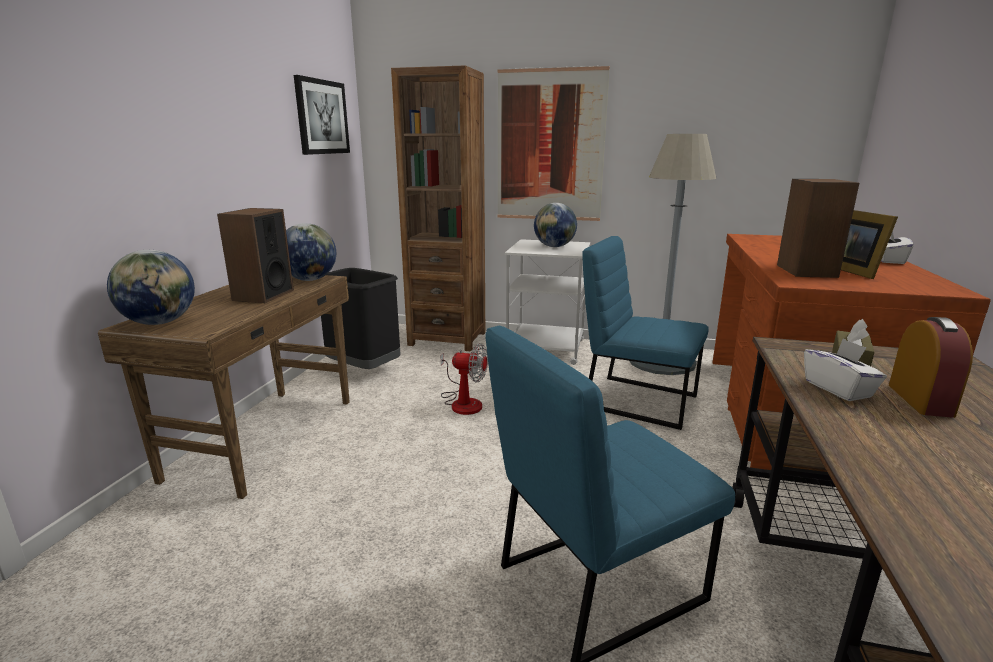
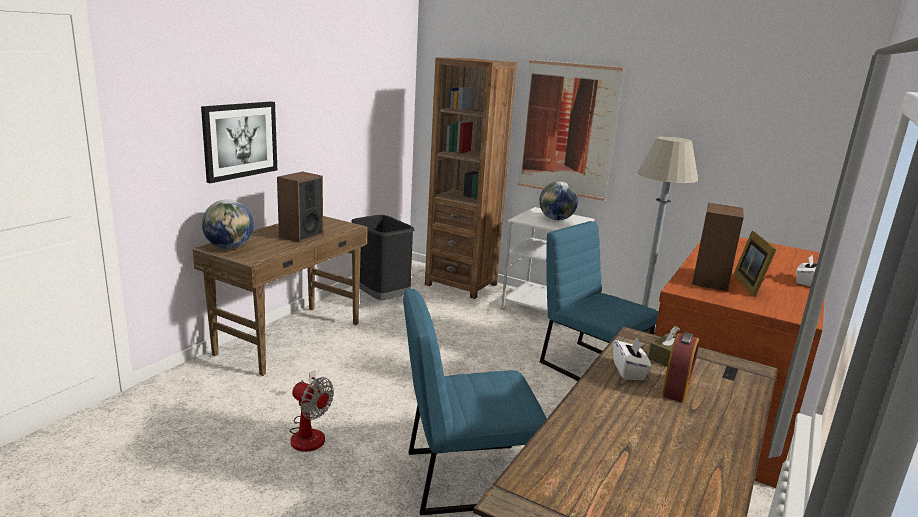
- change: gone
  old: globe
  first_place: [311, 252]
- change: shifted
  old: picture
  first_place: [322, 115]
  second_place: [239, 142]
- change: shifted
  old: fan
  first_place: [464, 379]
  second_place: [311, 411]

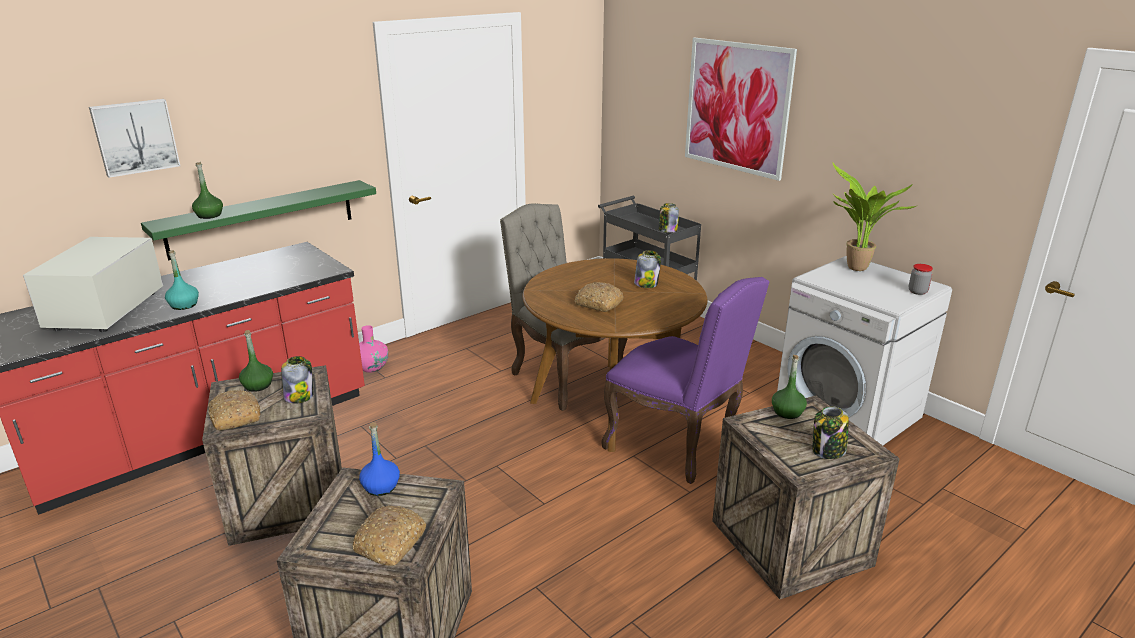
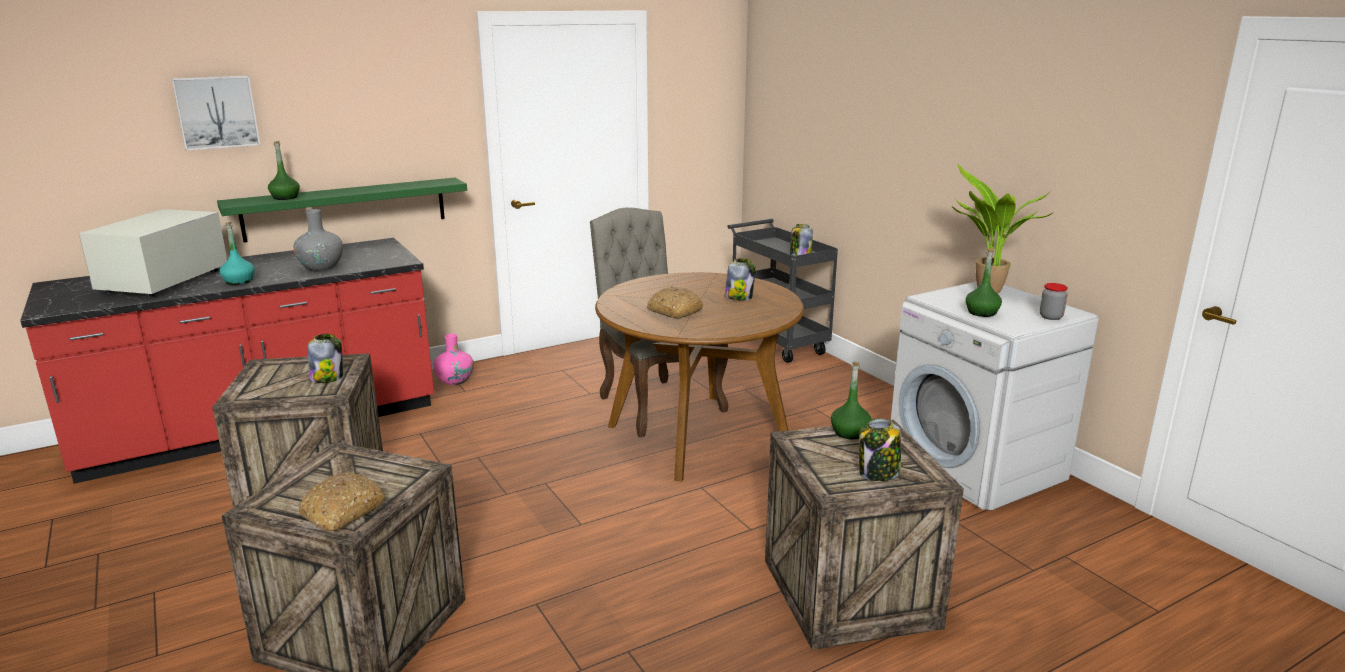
- change: gone
  old: bread
  first_place: [234, 410]
- change: shifted
  old: bottle in green
  first_place: [256, 361]
  second_place: [984, 283]
- change: gone
  old: bottle in blue
  first_place: [379, 459]
- change: gone
  old: chair in purple
  first_place: [685, 380]
- change: gone
  old: picture
  first_place: [741, 109]
- change: new
  new: vase in grey
  second_place: [318, 240]

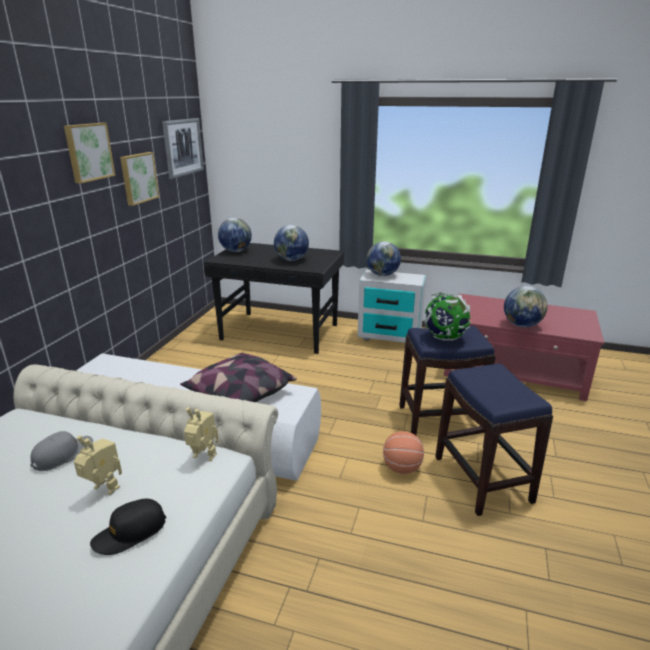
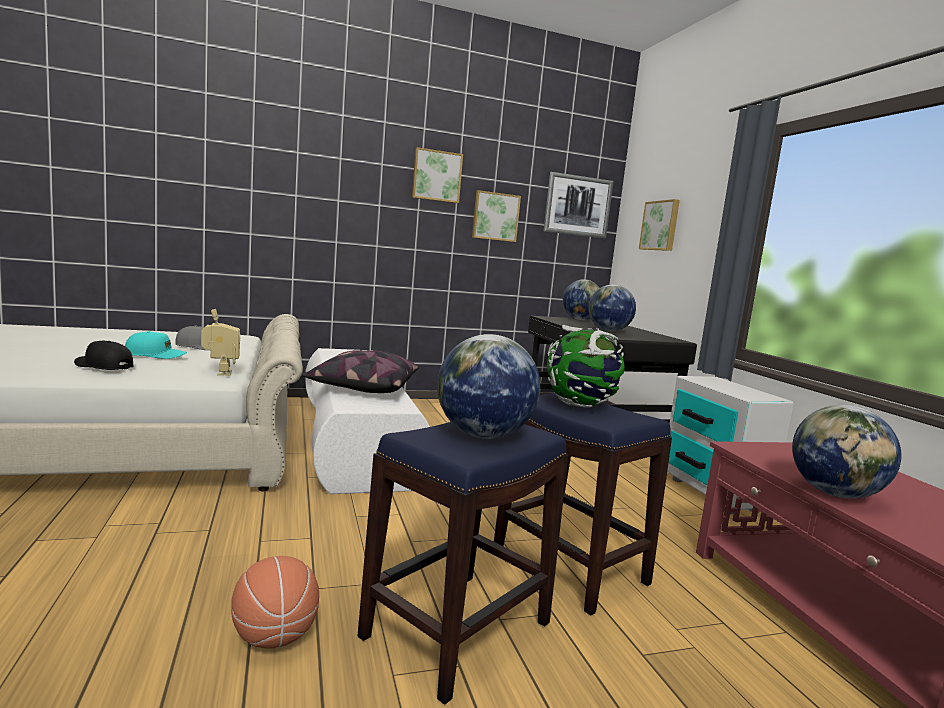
- change: swapped
  old: toy robot
  new: cap in turquoise
  first_place: [98, 465]
  second_place: [156, 345]
- change: shifted
  old: globe
  first_place: [384, 258]
  second_place: [488, 386]
- change: shifted
  old: basketball
  first_place: [403, 452]
  second_place: [275, 602]
- change: new
  new: picture
  second_place: [659, 225]

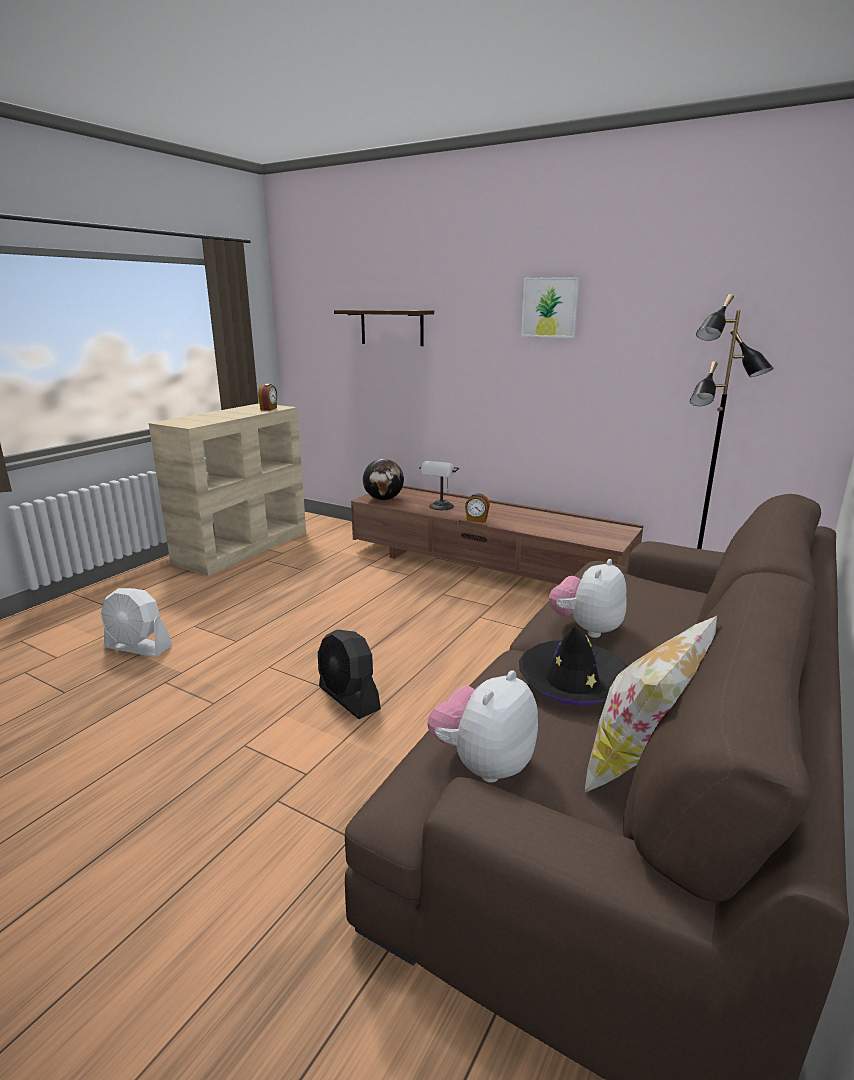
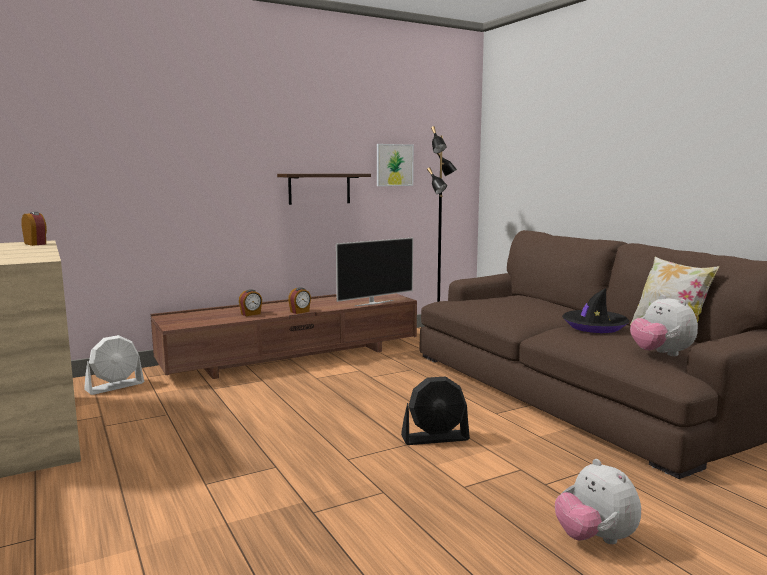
- change: shifted
  old: fan in white
  first_place: [136, 622]
  second_place: [114, 365]
- change: shifted
  old: shelf
  first_place: [384, 328]
  second_place: [324, 189]
- change: gone
  old: globe
  first_place: [383, 479]
- change: swapped
  old: table lamp
  new: alarm clock
  first_place: [439, 485]
  second_place: [250, 302]
- change: shifted
  old: picture
  first_place: [550, 307]
  second_place: [395, 165]
- change: shifted
  old: plush toy
  first_place: [588, 598]
  second_place: [598, 501]
- change: new
  new: television
  second_place: [374, 272]

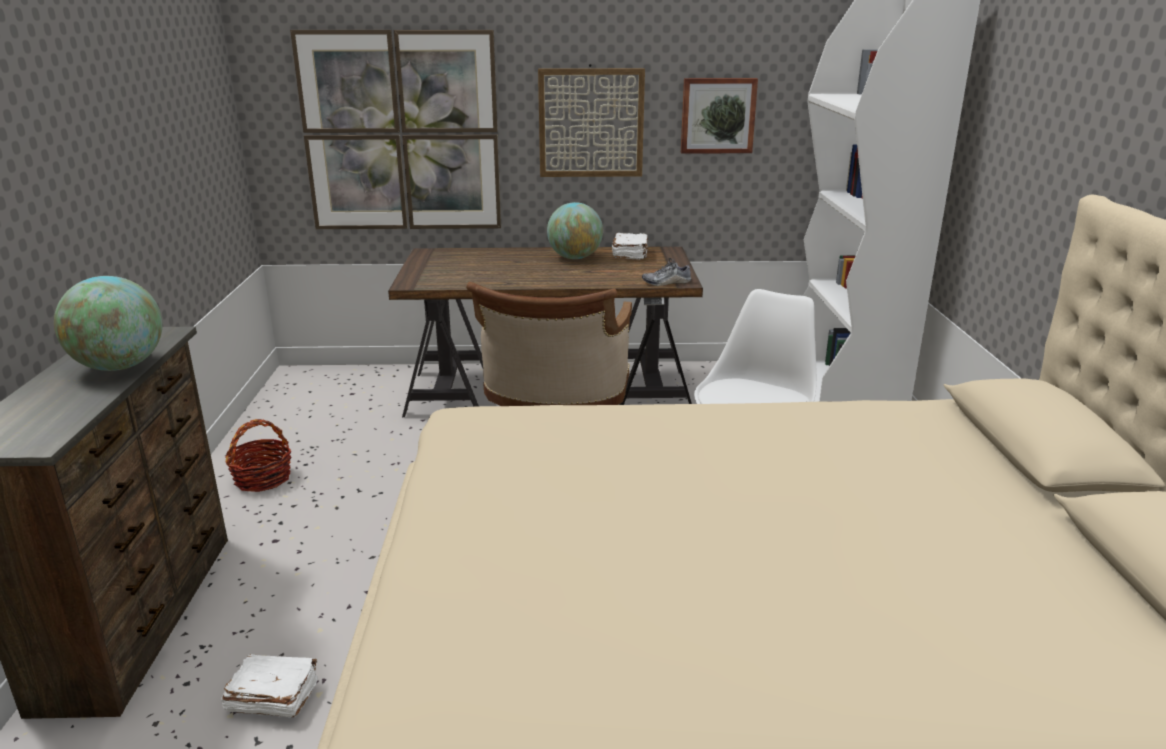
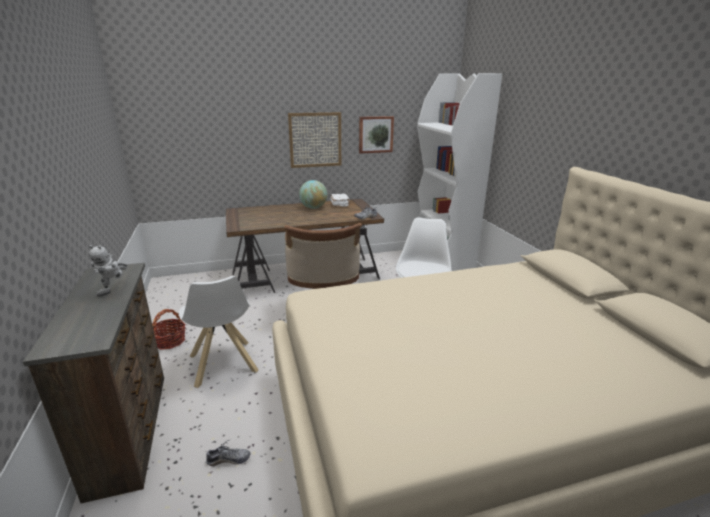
- change: swapped
  old: globe
  new: toy robot
  first_place: [108, 323]
  second_place: [108, 271]
- change: swapped
  old: book in white
  new: shoe
  first_place: [269, 685]
  second_place: [227, 452]
- change: gone
  old: picture
  first_place: [395, 129]
- change: new
  new: chair in white
  second_place: [219, 332]

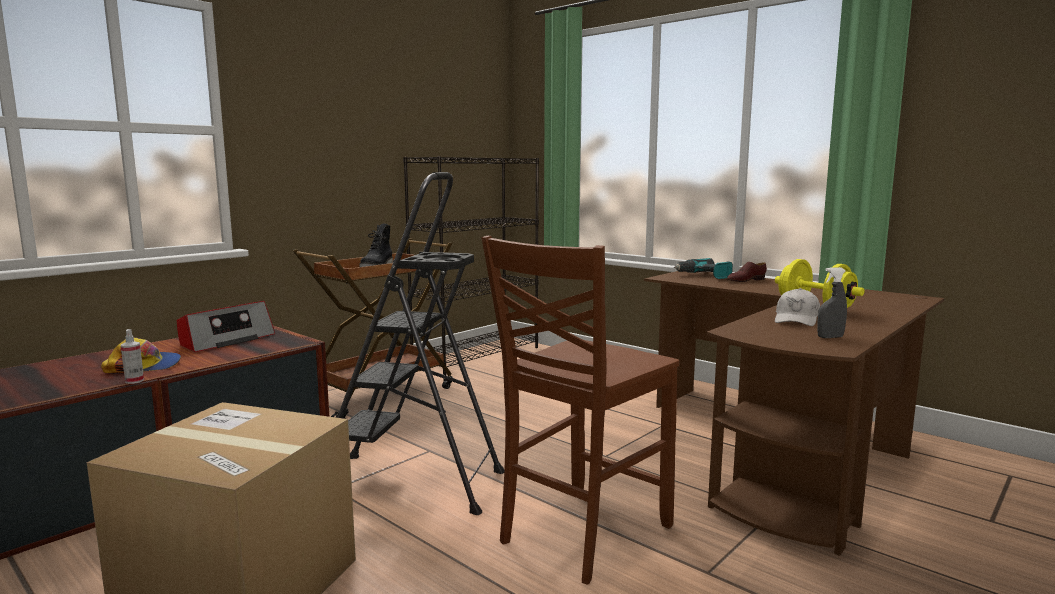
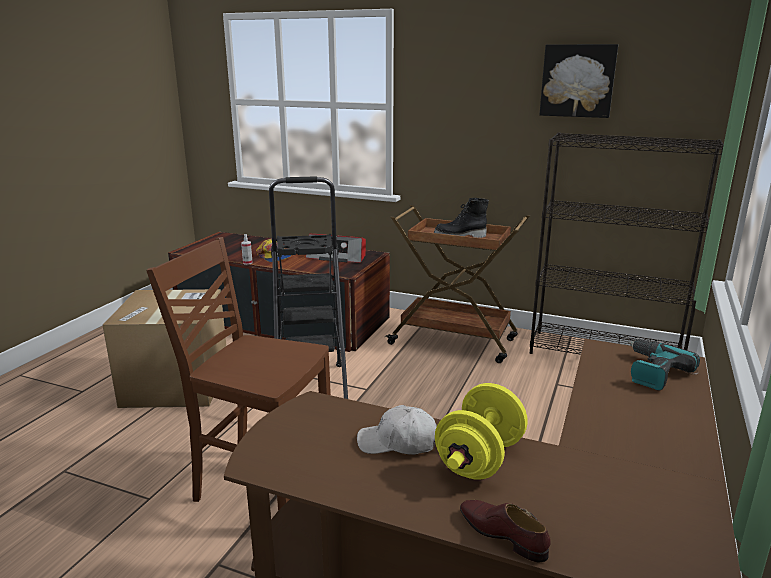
- change: shifted
  old: shoe in brown
  first_place: [747, 272]
  second_place: [505, 531]
- change: gone
  old: spray bottle in grey
  first_place: [832, 302]
- change: new
  new: picture
  second_place: [579, 81]

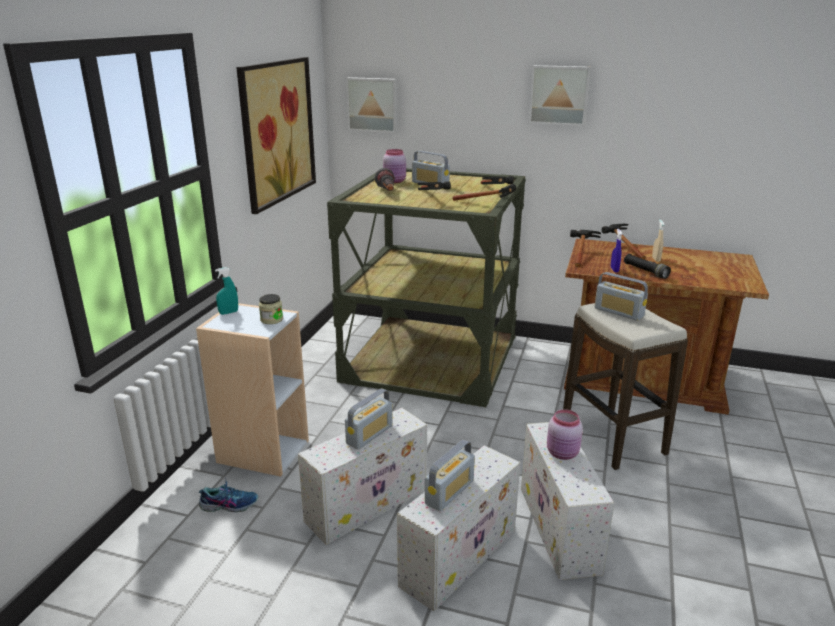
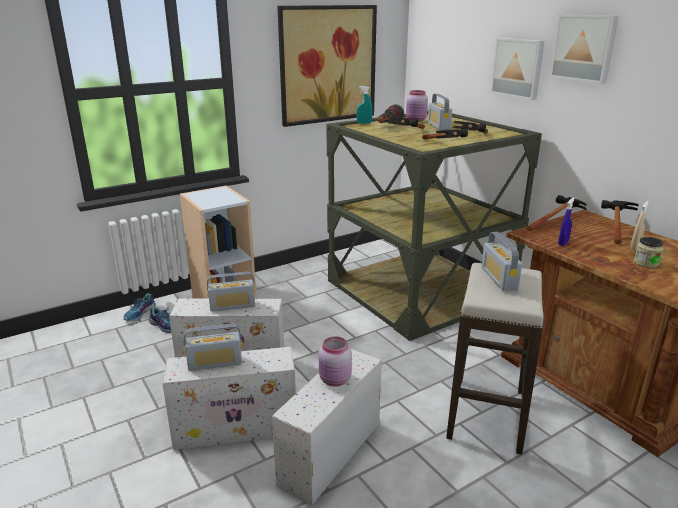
- change: shifted
  old: spray bottle in turquoise
  first_place: [226, 291]
  second_place: [364, 105]
- change: shifted
  old: jar
  first_place: [271, 309]
  second_place: [648, 252]
- change: shifted
  old: picture
  first_place: [372, 105]
  second_place: [517, 69]
- change: gone
  old: flashlight in black
  first_place: [647, 266]
- change: new
  new: shoe
  second_place: [139, 307]

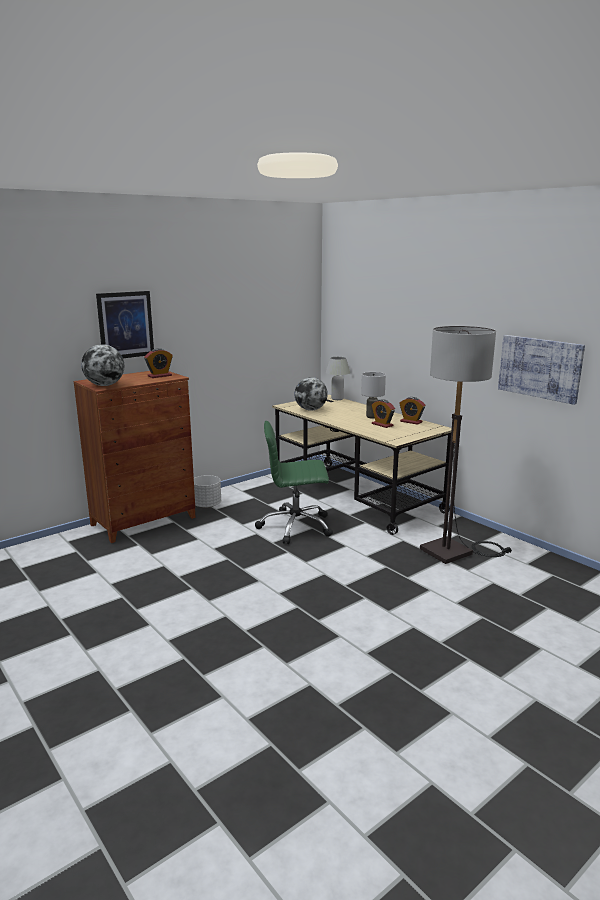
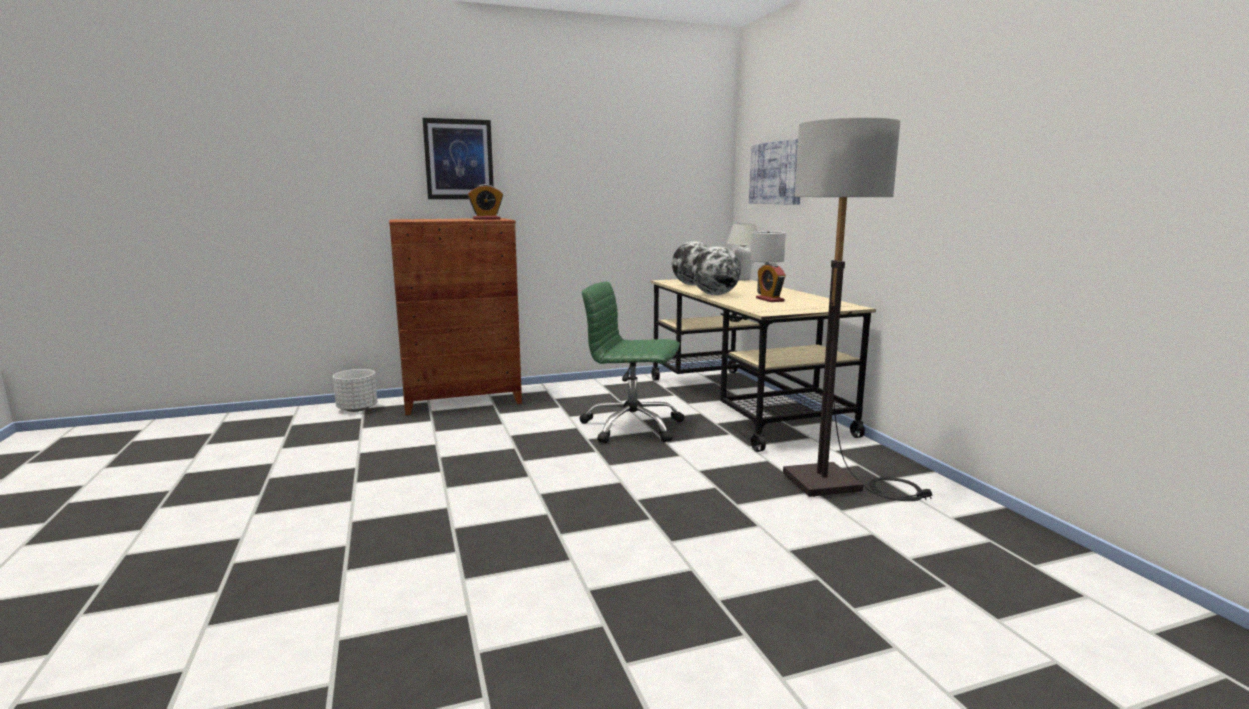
- change: shifted
  old: globe
  first_place: [102, 365]
  second_place: [716, 270]
- change: shifted
  old: planter in white
  first_place: [207, 491]
  second_place: [355, 390]
- change: gone
  old: alarm clock
  first_place: [412, 411]
- change: shifted
  old: picture
  first_place: [541, 370]
  second_place: [774, 171]

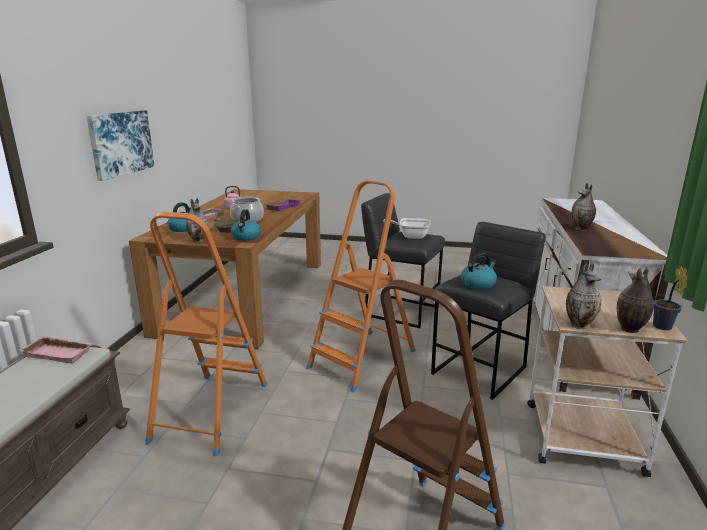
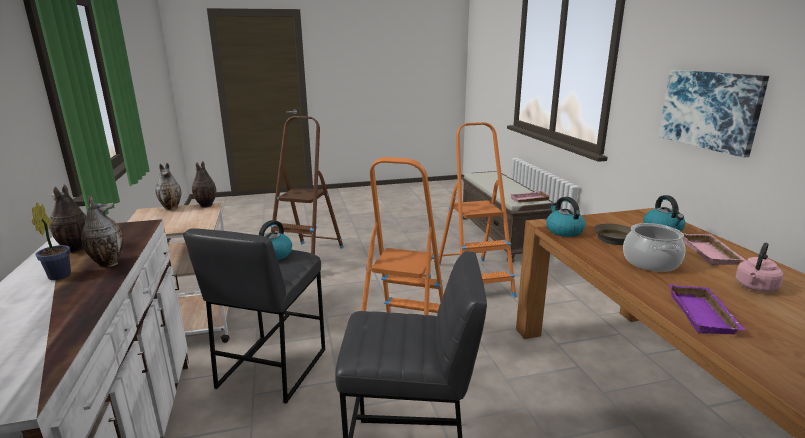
- change: shifted
  old: vase
  first_place: [197, 220]
  second_place: [67, 218]
- change: gone
  old: frying pan
  first_place: [406, 228]
- change: shifted
  old: potted plant
  first_place: [670, 298]
  second_place: [51, 241]

